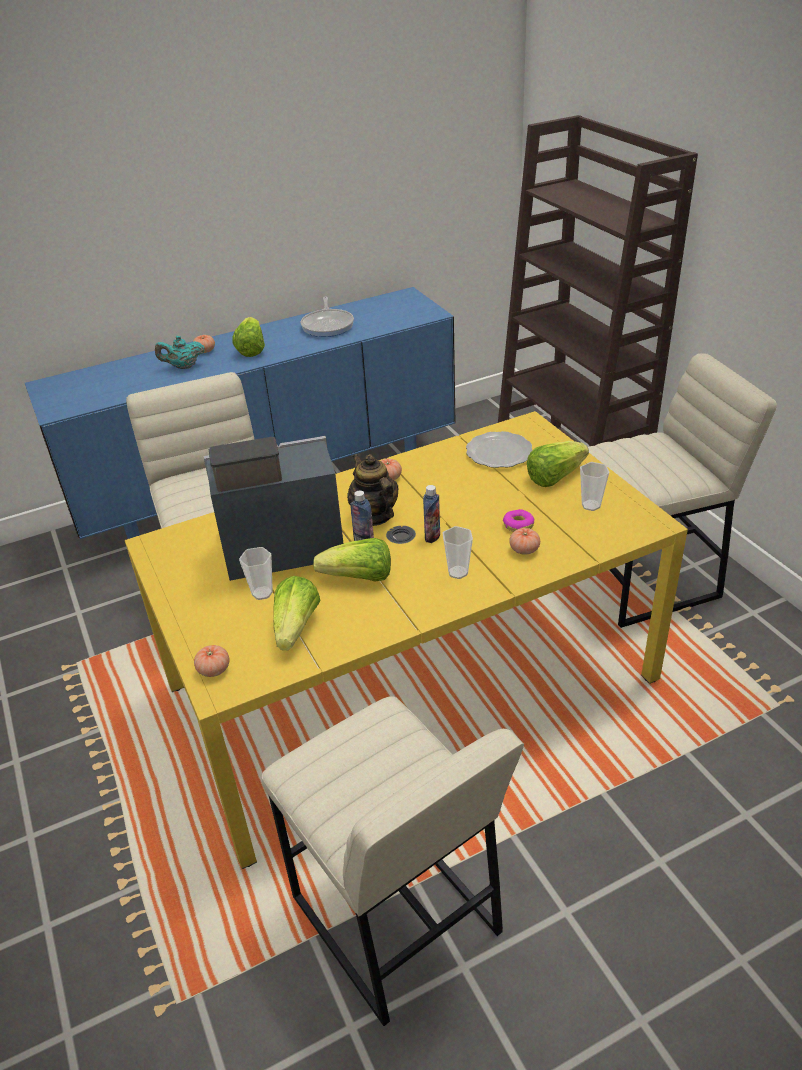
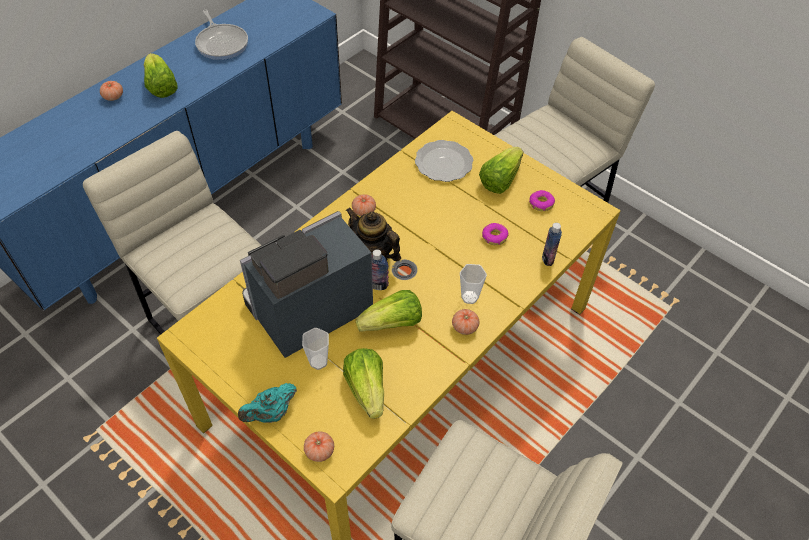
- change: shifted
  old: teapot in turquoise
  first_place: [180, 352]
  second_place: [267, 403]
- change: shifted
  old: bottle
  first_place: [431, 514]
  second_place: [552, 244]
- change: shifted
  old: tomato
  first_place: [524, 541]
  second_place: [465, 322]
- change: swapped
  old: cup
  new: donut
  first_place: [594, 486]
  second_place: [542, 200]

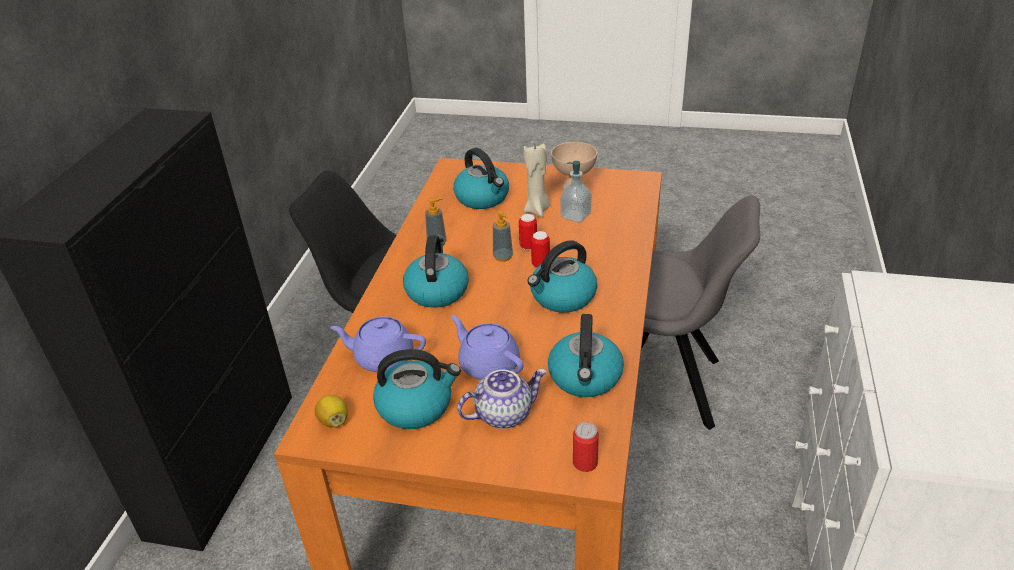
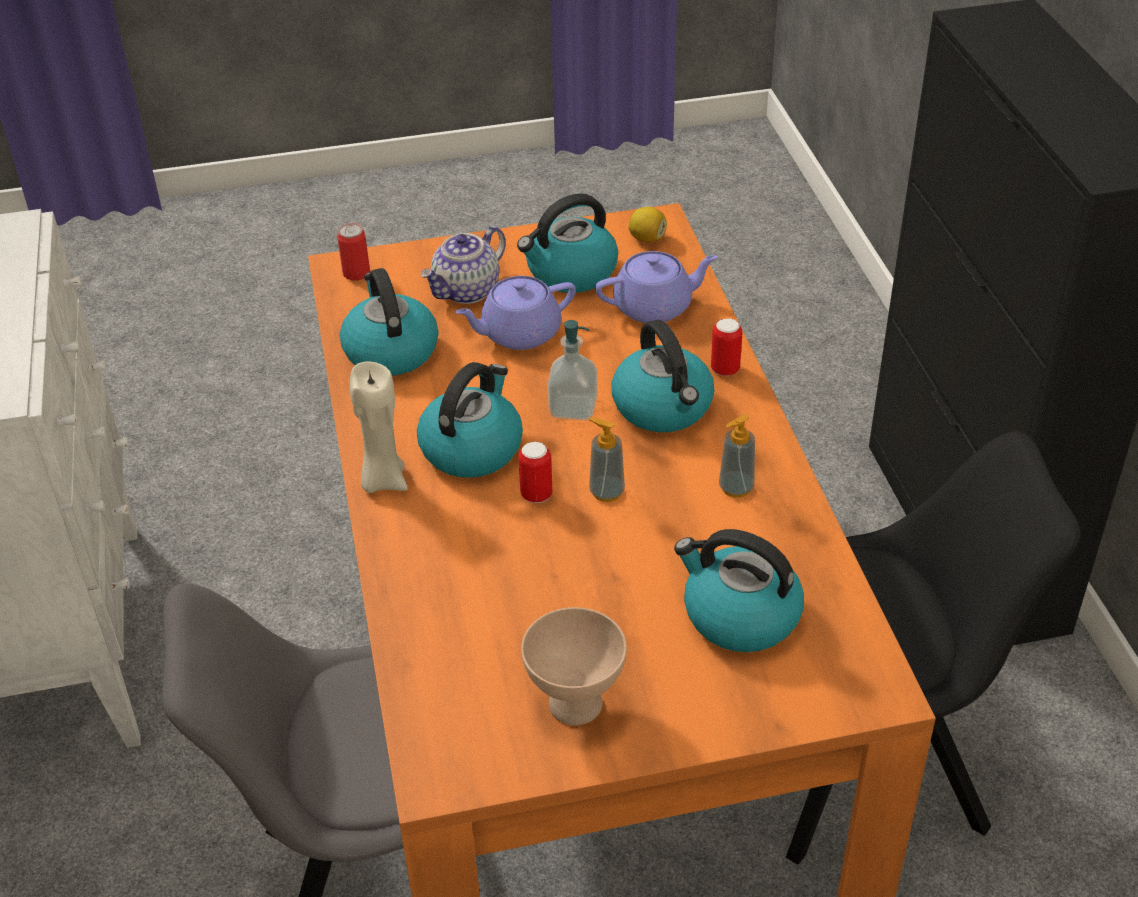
- change: rotated
  old: teapot in purple
  first_place: [487, 347]
  second_place: [515, 313]
  degrees: 135
- change: shifted
  old: can
  first_place: [528, 232]
  second_place: [726, 347]
- change: shifted
  old: candle in beige
  first_place: [536, 180]
  second_place: [379, 427]
- change: shifted
  old: soap dispenser
  first_place: [576, 191]
  second_place: [572, 370]

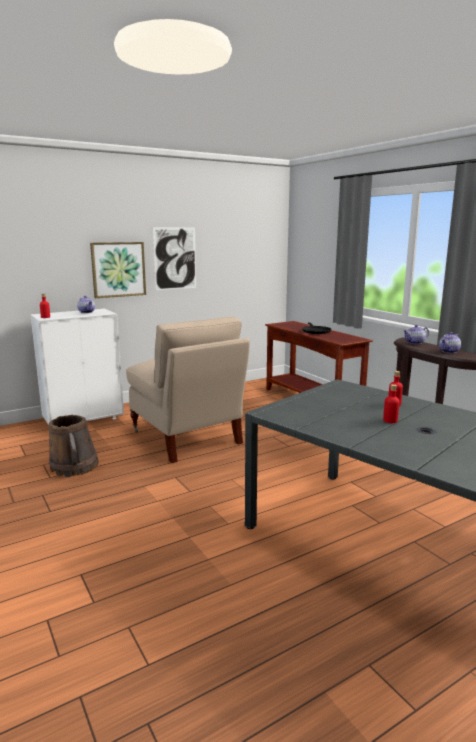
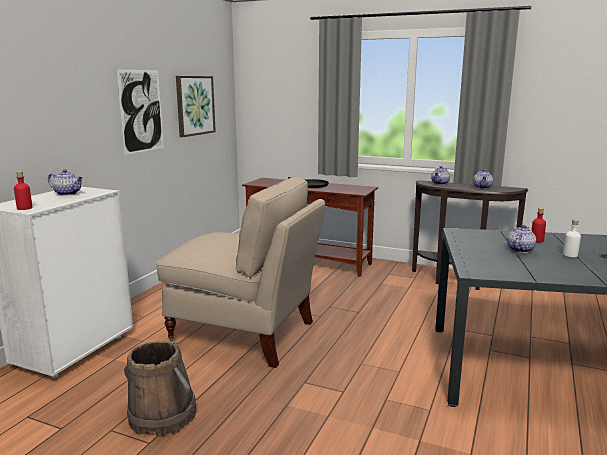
- change: shifted
  old: picture
  first_place: [118, 270]
  second_place: [196, 106]
- change: repainted
  old: bottle in red
  new: bottle in white
  first_place: [391, 403]
  second_place: [572, 238]
- change: new
  new: teapot
  second_place: [521, 239]

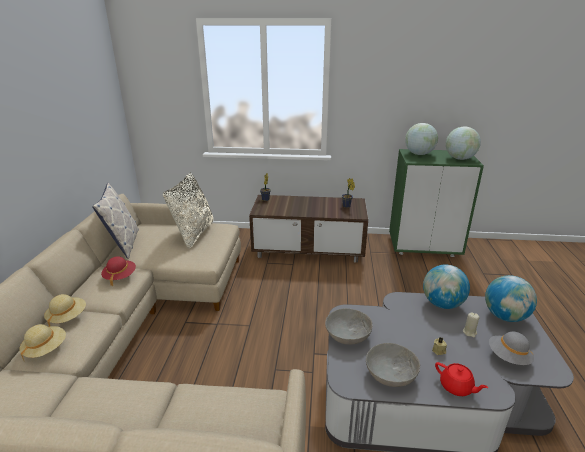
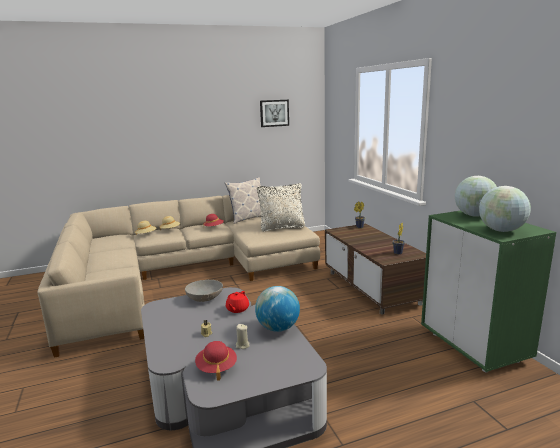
- change: gone
  old: bowl in grey
  first_place: [393, 365]
- change: shifted
  old: teapot in red
  first_place: [461, 379]
  second_place: [237, 302]
- change: gone
  old: globe
  first_place: [511, 298]
- change: repainted
  old: hat in grey
  new: hat in red
  first_place: [511, 348]
  second_place: [216, 361]
- change: new
  new: picture
  second_place: [274, 113]

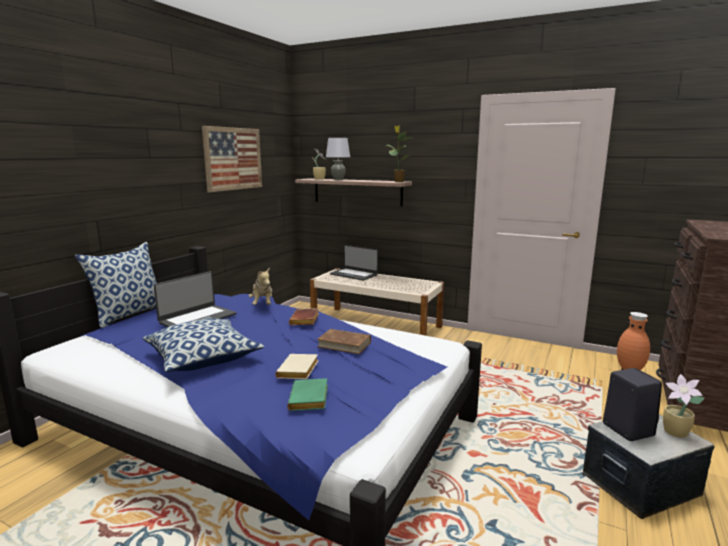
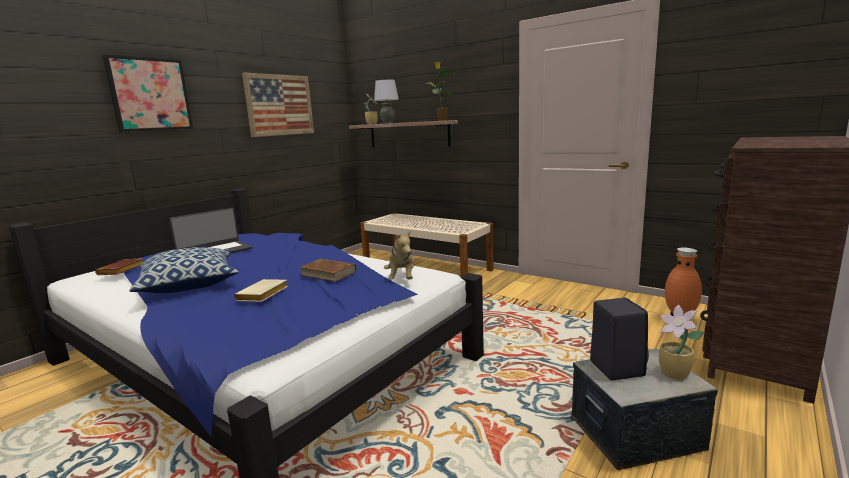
- change: gone
  old: pillow
  first_place: [116, 285]
- change: shifted
  old: plush toy
  first_place: [260, 286]
  second_place: [399, 254]
- change: gone
  old: book in green
  first_place: [307, 394]
- change: shifted
  old: book in brown
  first_place: [304, 316]
  second_place: [119, 267]
- change: gone
  old: laptop
  first_place: [354, 263]
- change: new
  new: picture
  second_place: [148, 93]

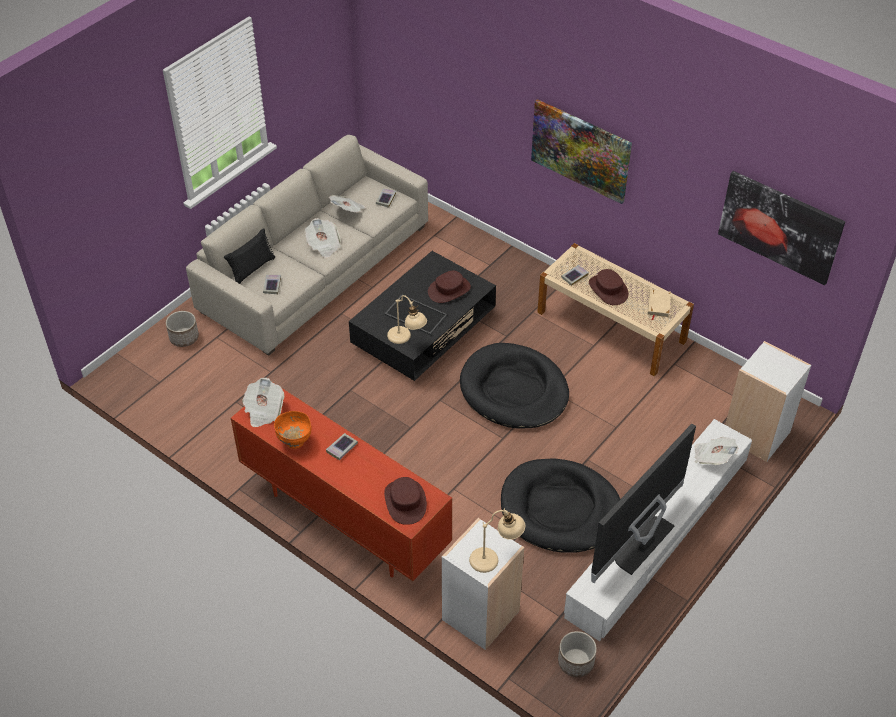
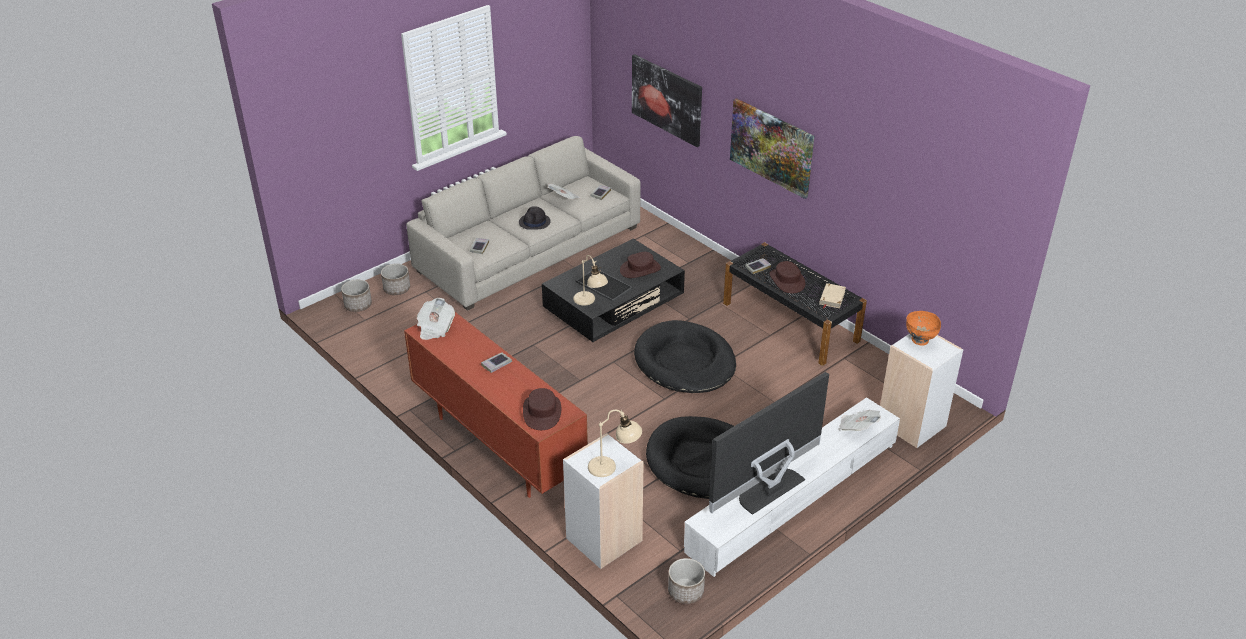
- change: gone
  old: pillow in black
  first_place: [249, 256]
- change: shifted
  old: bowl in orange
  first_place: [292, 430]
  second_place: [923, 328]
- change: swapped
  old: newspaper
  new: hat in black
  first_place: [323, 238]
  second_place: [535, 218]
- change: repainted
  old: bench in beige
  new: bench in black
  first_place: [615, 310]
  second_place: [795, 304]
- change: shifted
  old: picture
  first_place: [781, 228]
  second_place: [667, 100]
- change: new
  new: planter
  second_place: [356, 296]

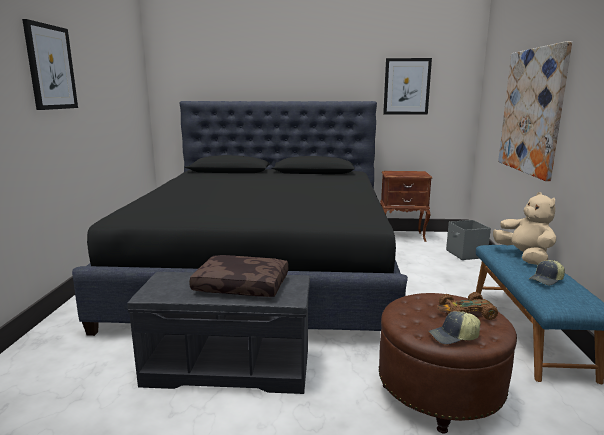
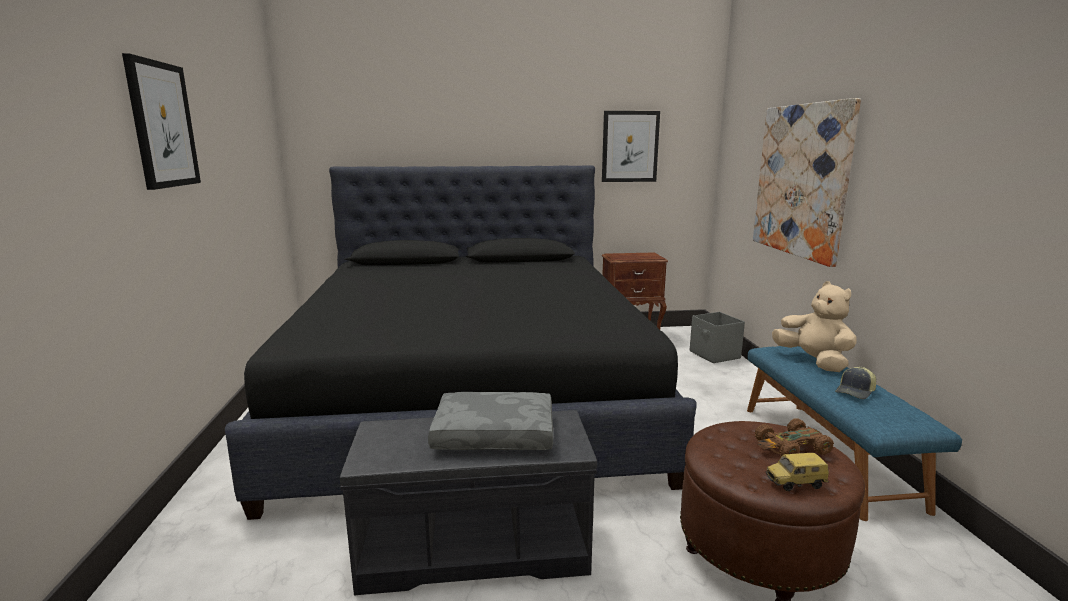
- change: repainted
  old: pillow in brown
  new: pillow in grey
  first_place: [239, 276]
  second_place: [490, 421]
- change: swapped
  old: cap
  new: toy car
  first_place: [455, 328]
  second_place: [797, 472]

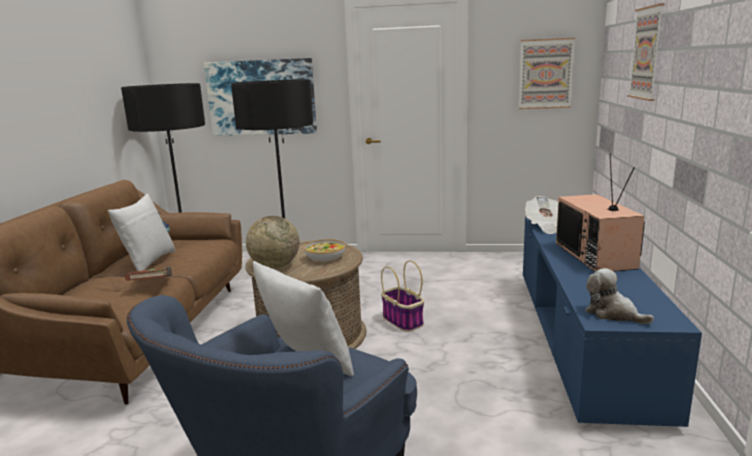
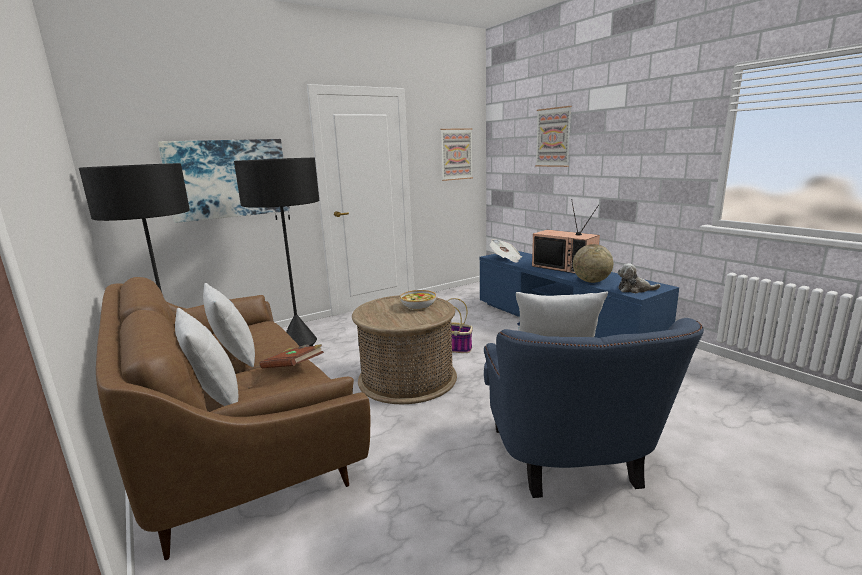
- change: shifted
  old: globe
  first_place: [272, 242]
  second_place: [593, 263]
- change: new
  new: pillow in grey
  second_place: [206, 357]

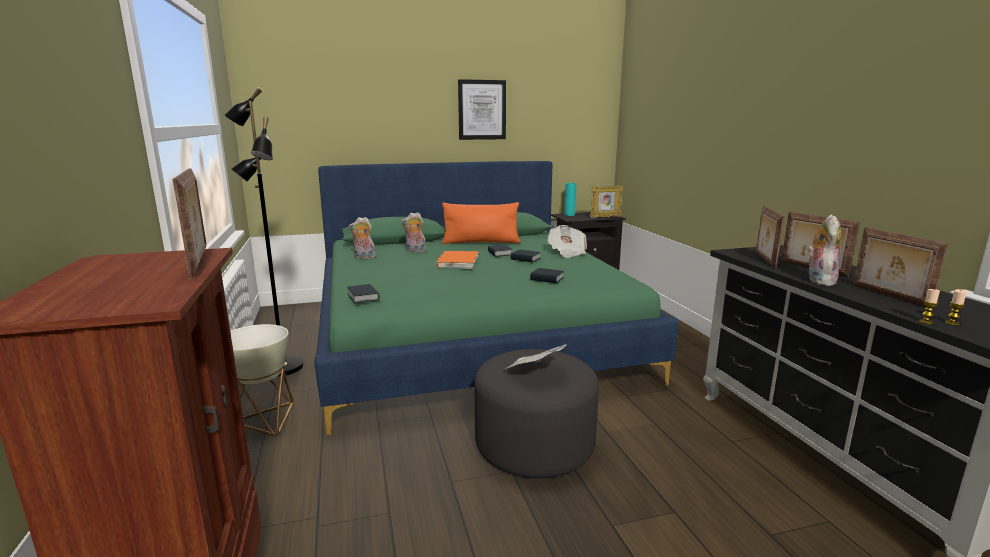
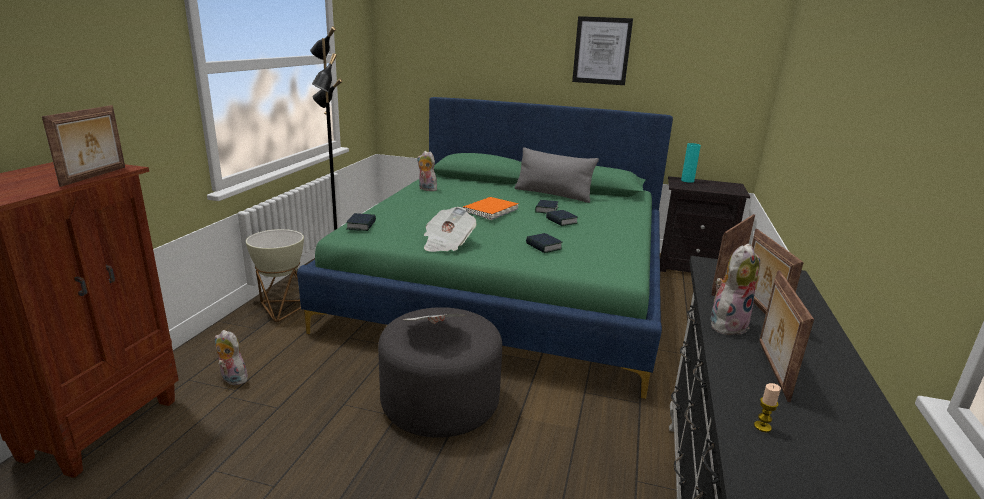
- change: shifted
  old: plush toy
  first_place: [413, 232]
  second_place: [231, 357]
- change: repainted
  old: pillow in orange
  new: pillow in grey
  first_place: [481, 223]
  second_place: [557, 175]
- change: shifted
  old: newspaper
  first_place: [567, 241]
  second_place: [450, 229]
- change: gone
  old: picture frame
  first_place: [607, 201]
- change: gone
  old: candle
  first_place: [929, 306]

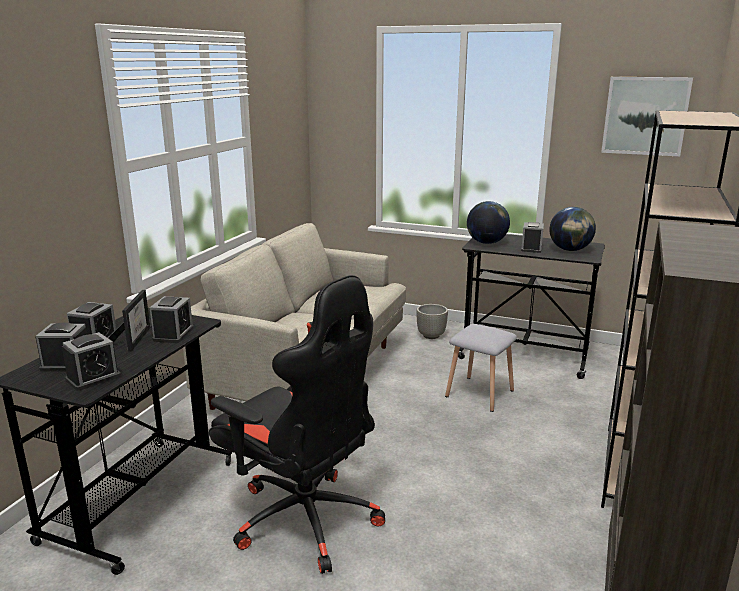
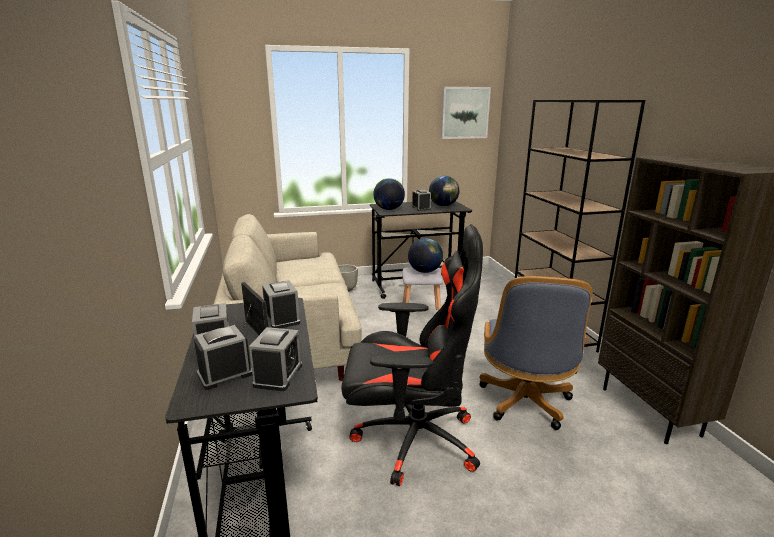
- change: new
  new: globe
  second_place: [425, 255]
- change: new
  new: office chair in blue
  second_place: [535, 353]

